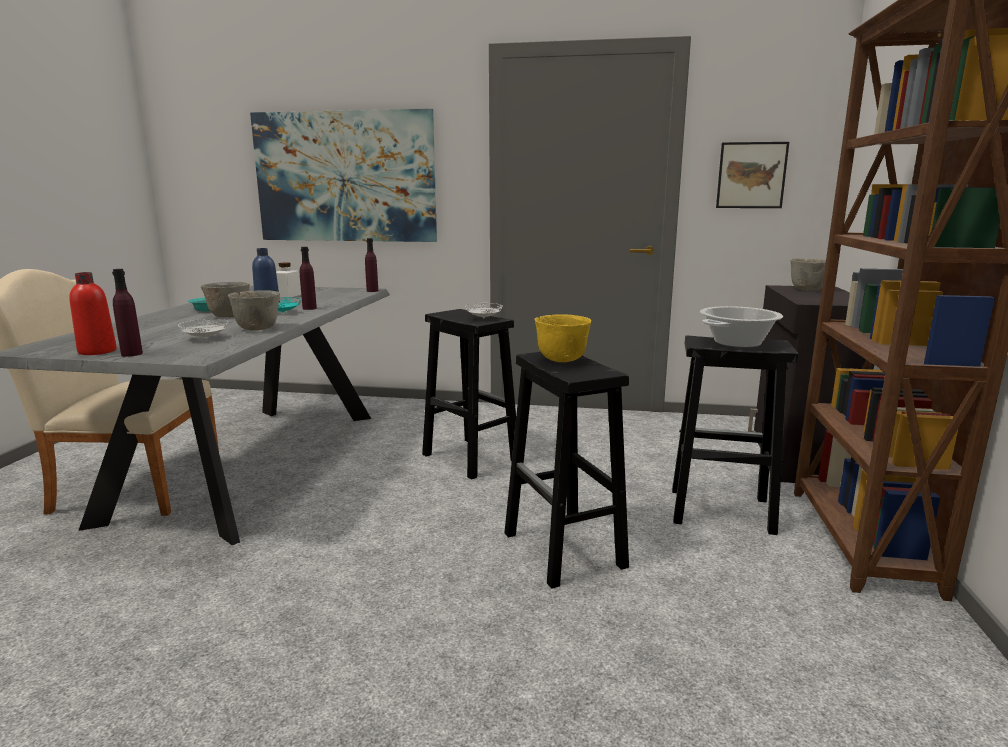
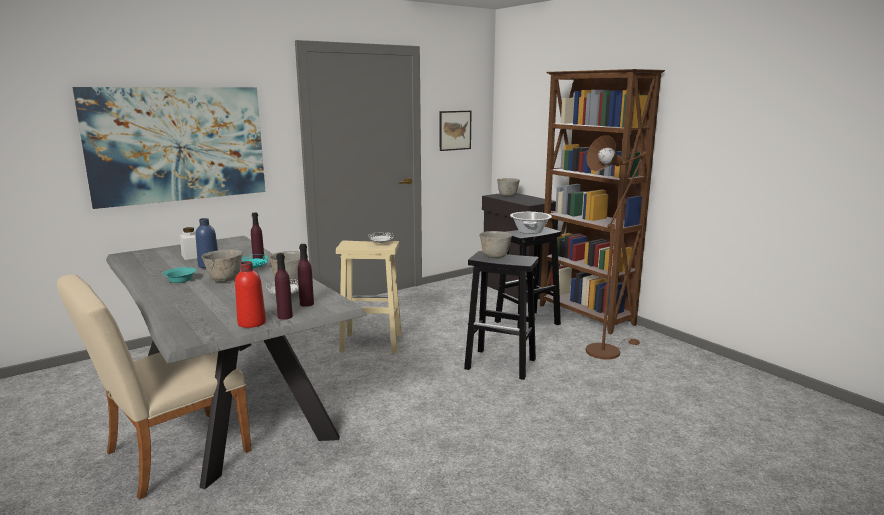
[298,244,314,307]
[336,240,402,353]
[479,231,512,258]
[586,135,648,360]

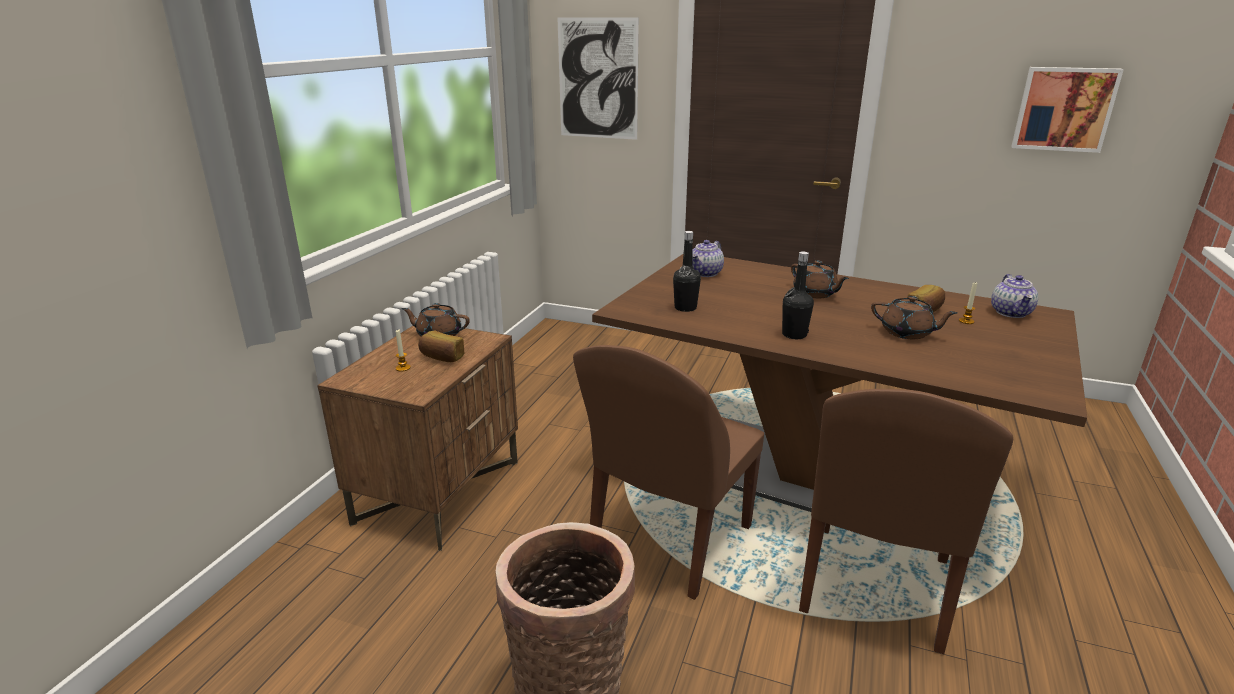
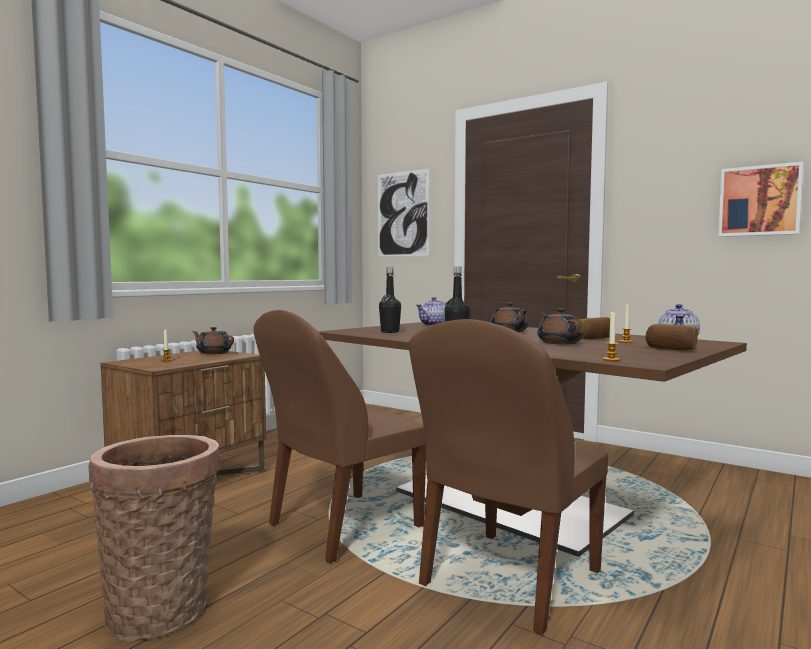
[537,308,584,345]
[603,312,620,361]
[645,324,698,351]

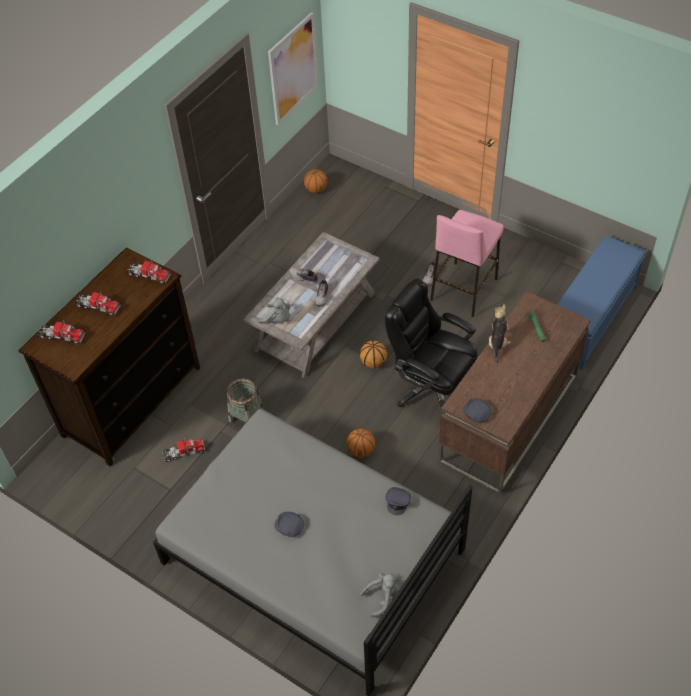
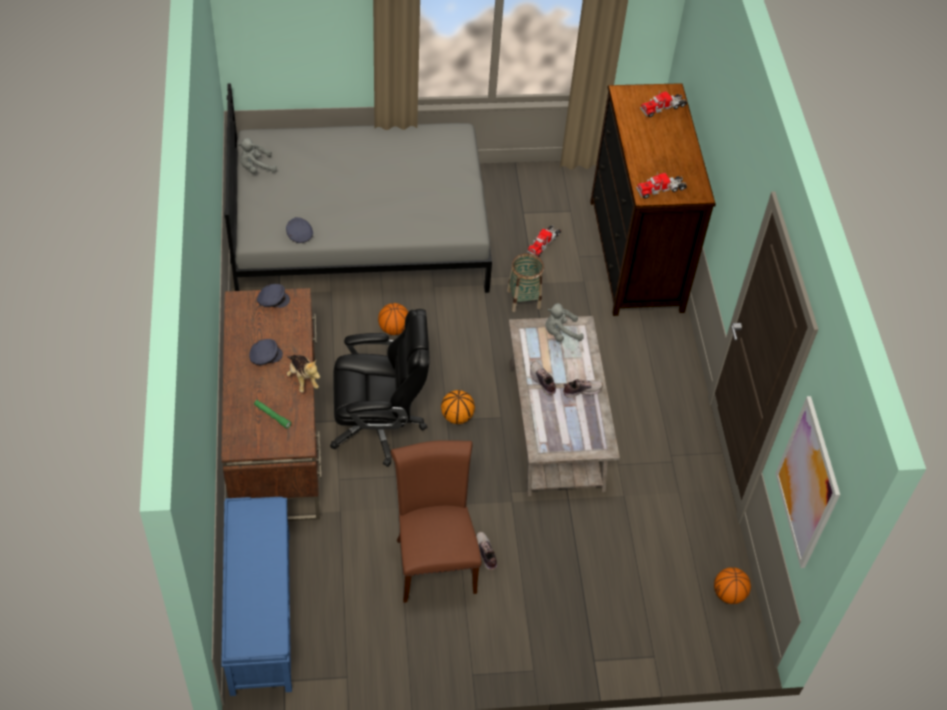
[238,138,277,174]
[249,339,283,366]
[391,440,482,603]
[75,292,120,316] (first image)

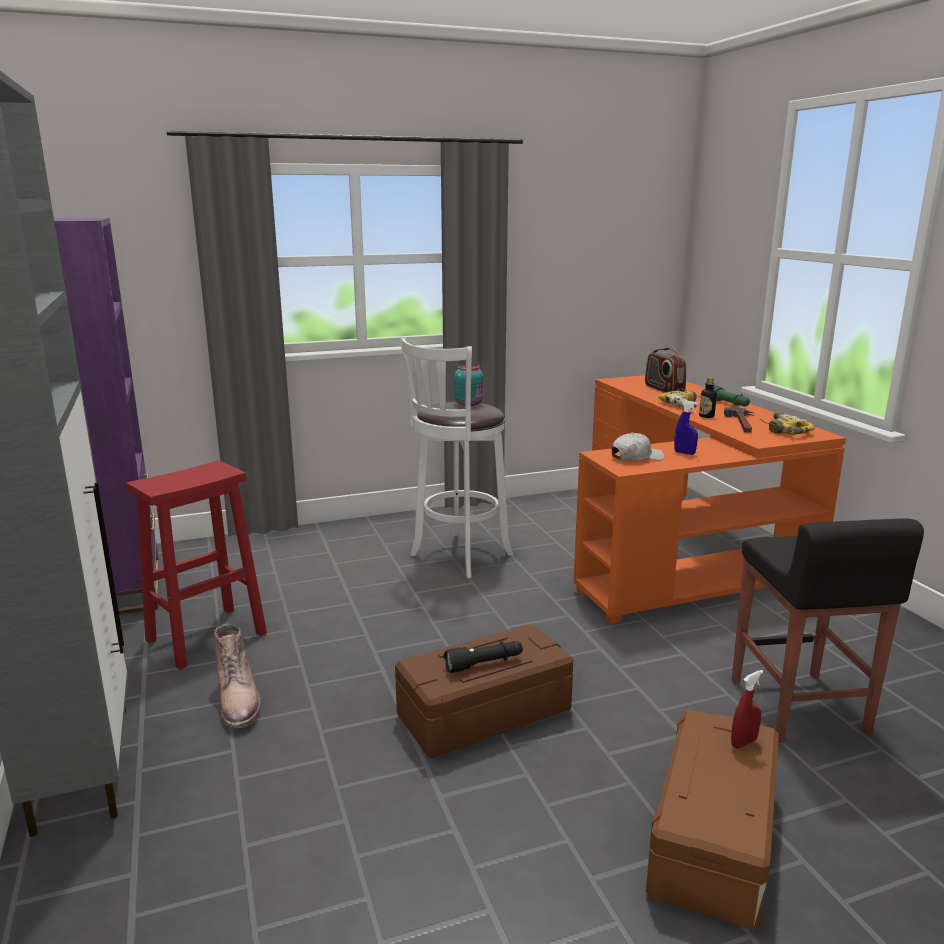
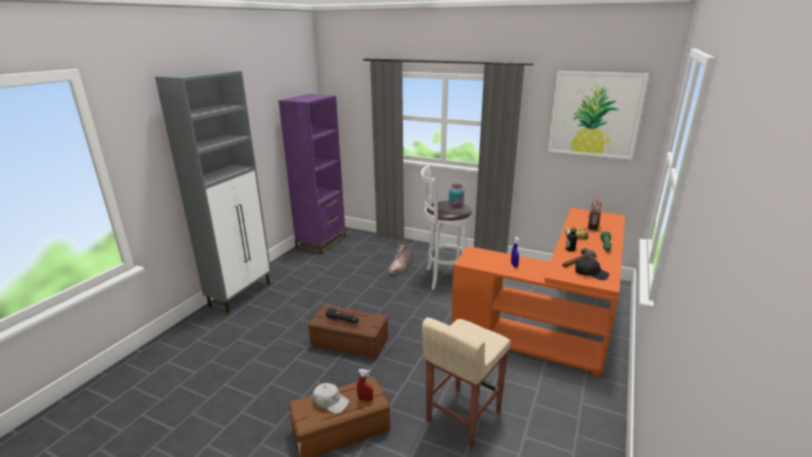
[312,383,350,414]
[388,241,410,274]
[422,317,511,448]
[548,71,649,160]
[575,258,609,280]
[126,461,267,670] (first image)

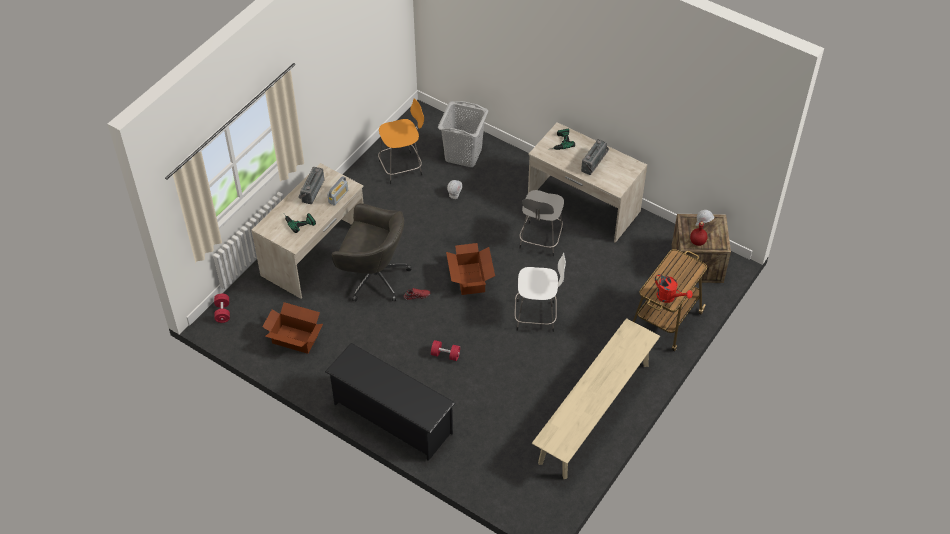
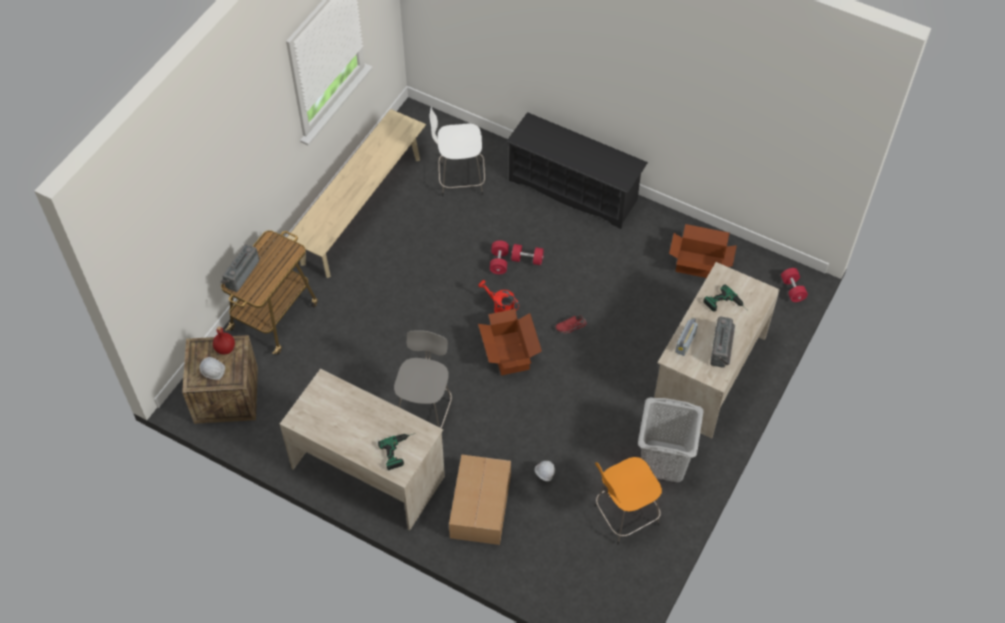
[221,244,259,292]
[429,107,485,197]
[449,454,511,545]
[478,280,520,313]
[490,240,509,274]
[638,397,704,482]
[332,203,411,302] (first image)

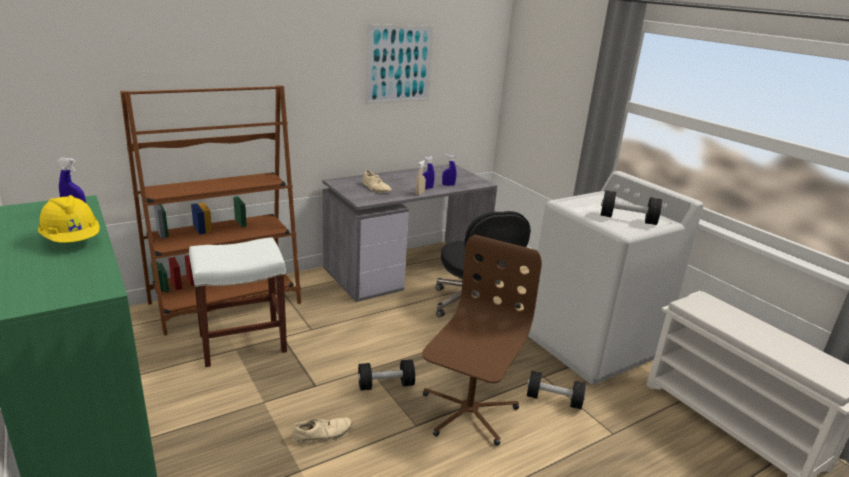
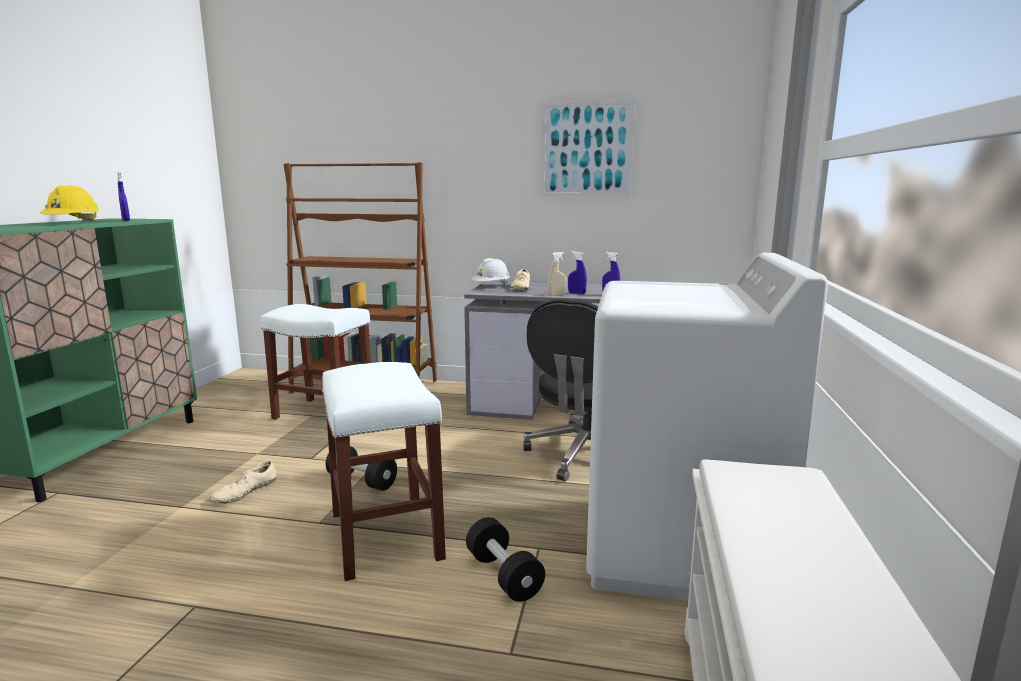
[210,461,277,503]
[322,362,446,581]
[471,258,510,284]
[601,190,662,225] (first image)

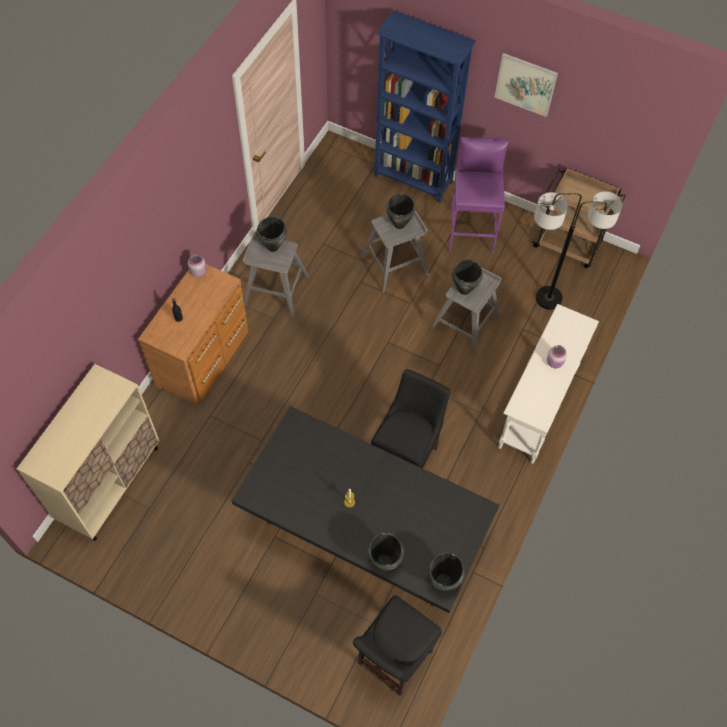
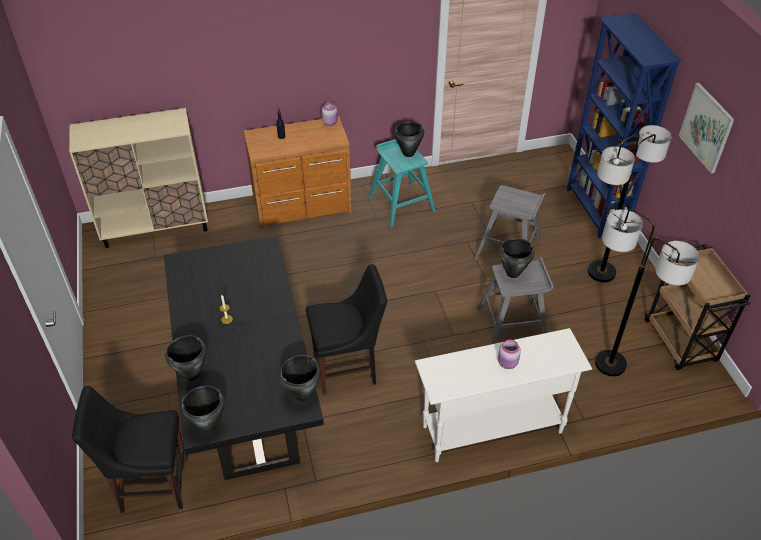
[279,355,320,401]
[369,139,436,227]
[588,125,672,282]

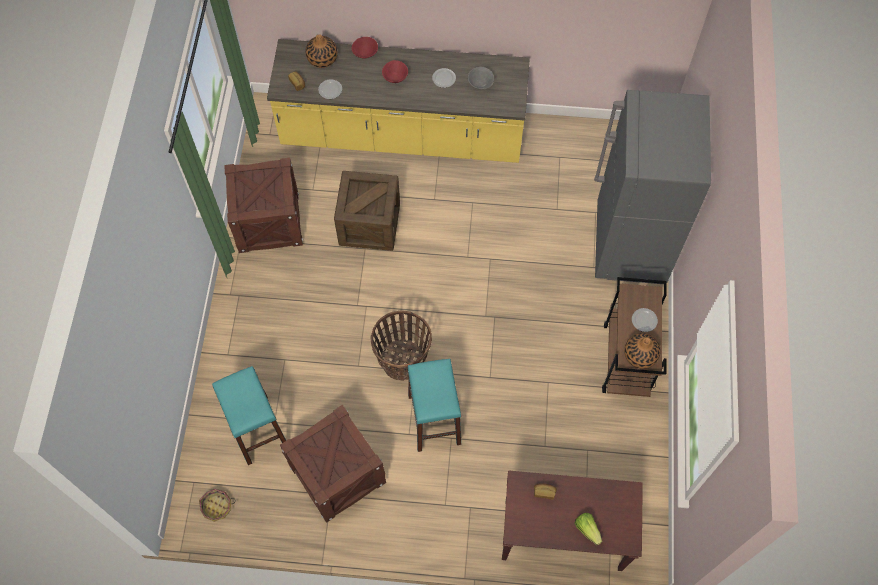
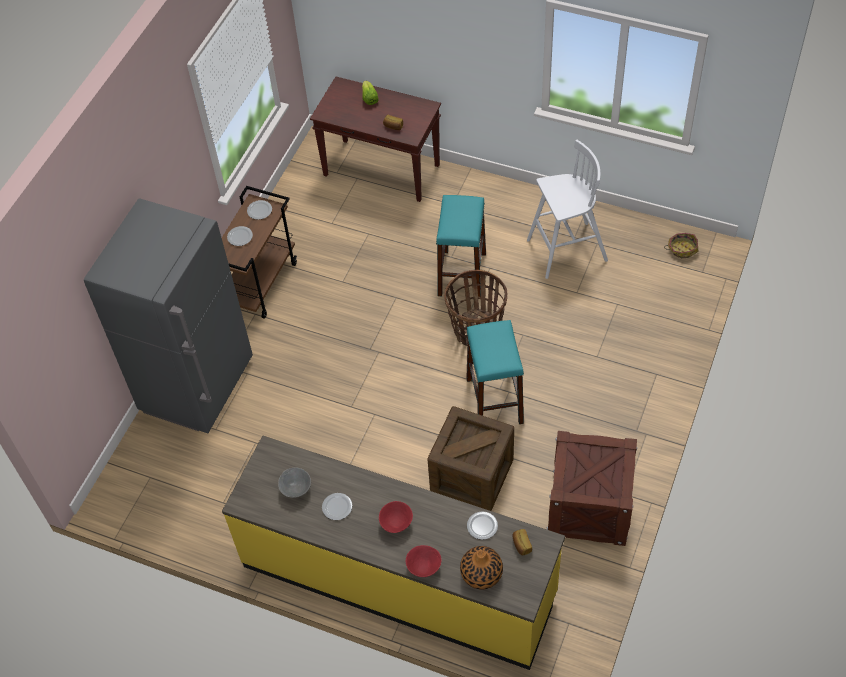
[247,200,272,220]
[466,320,524,424]
[527,140,608,279]

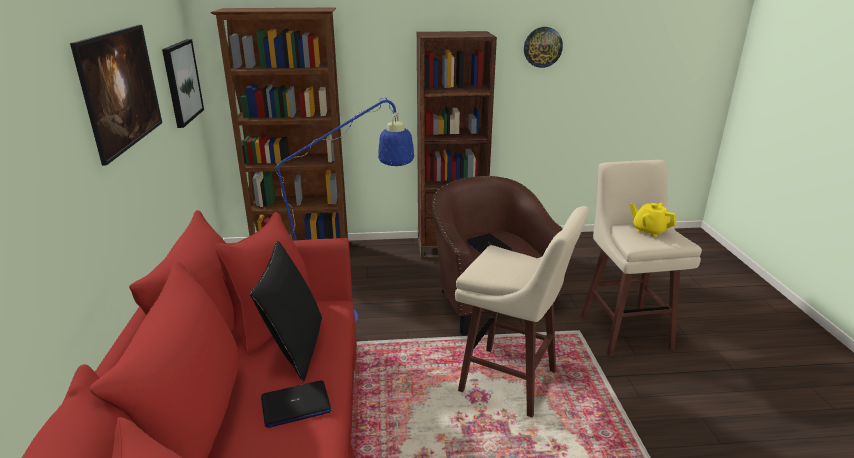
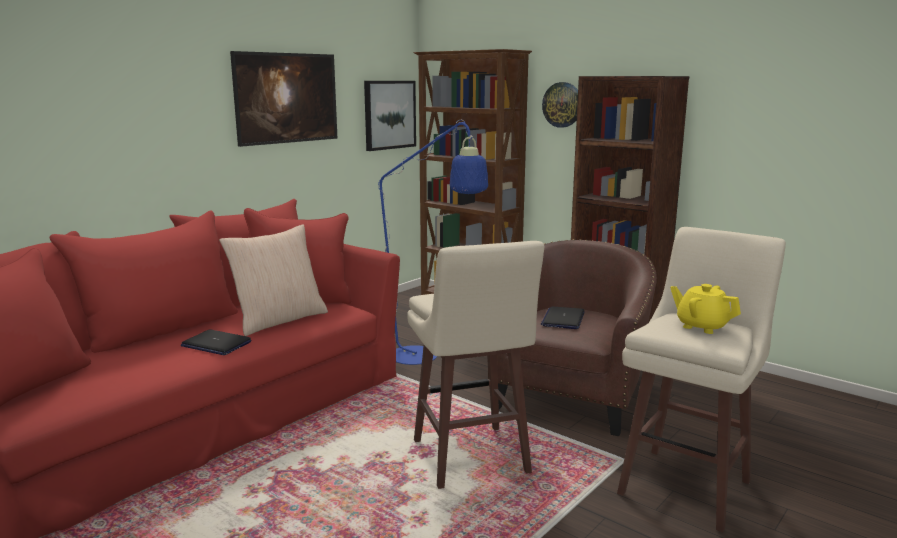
[219,224,328,336]
[542,82,578,128]
[670,284,741,334]

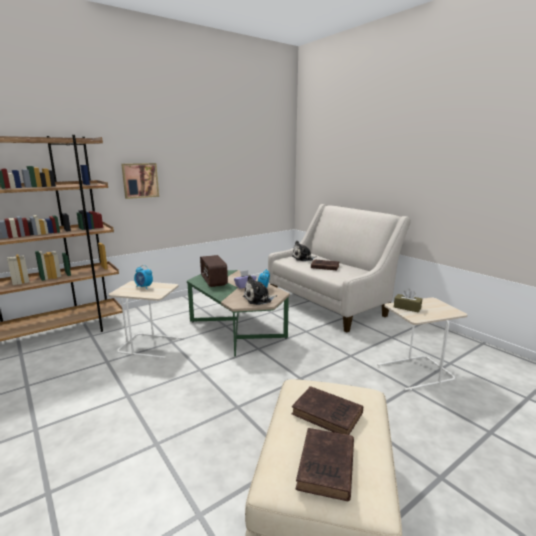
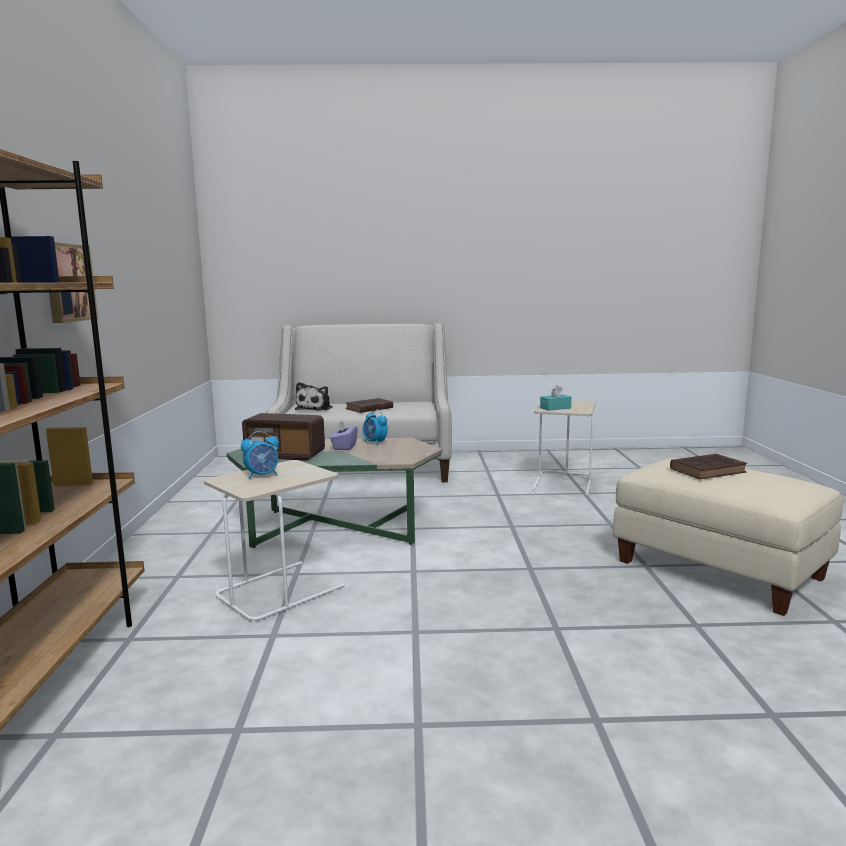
[540,385,572,411]
[243,275,277,305] (first image)
[296,428,354,502] (first image)

